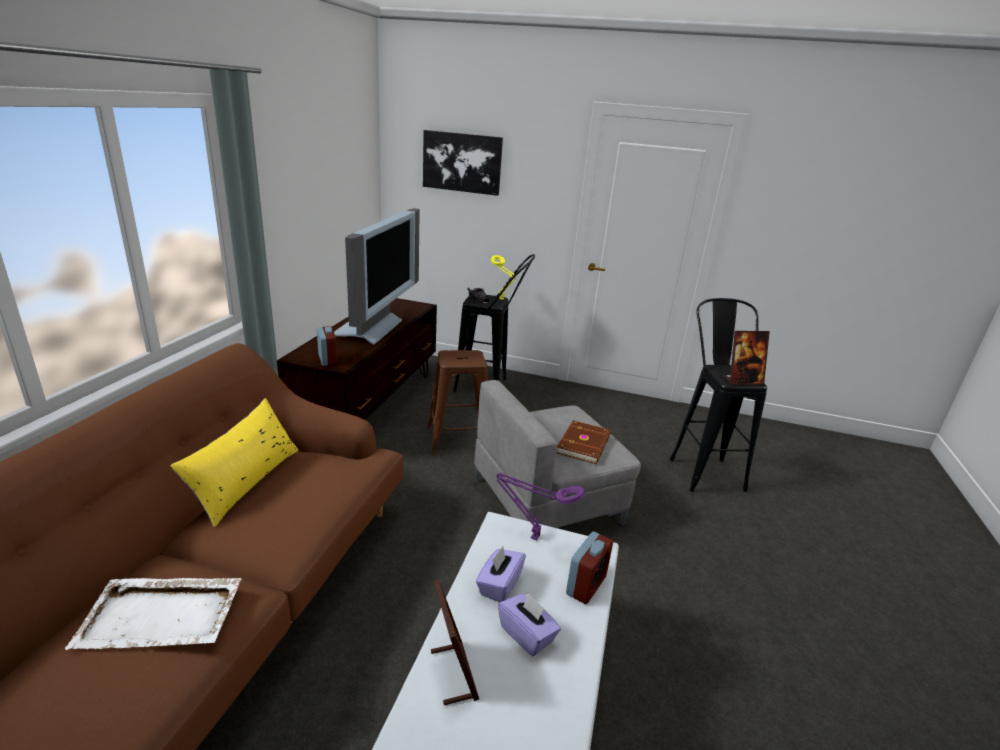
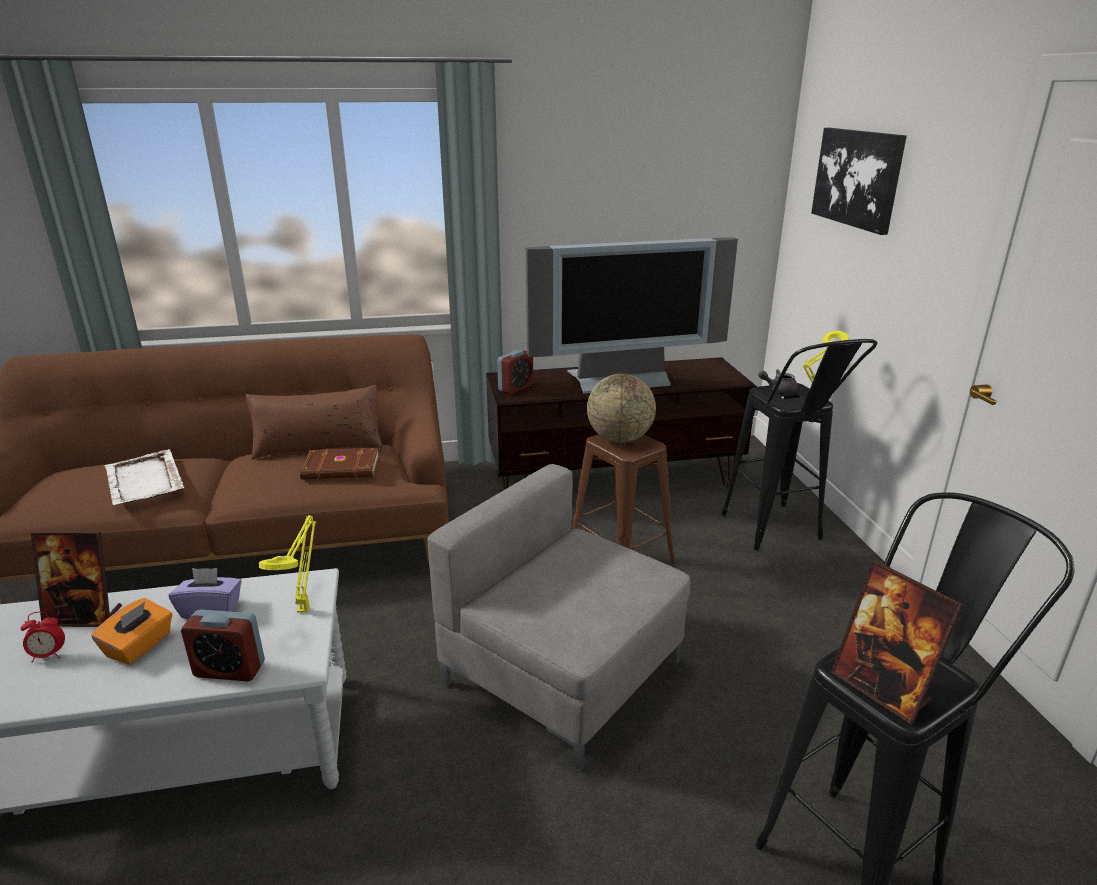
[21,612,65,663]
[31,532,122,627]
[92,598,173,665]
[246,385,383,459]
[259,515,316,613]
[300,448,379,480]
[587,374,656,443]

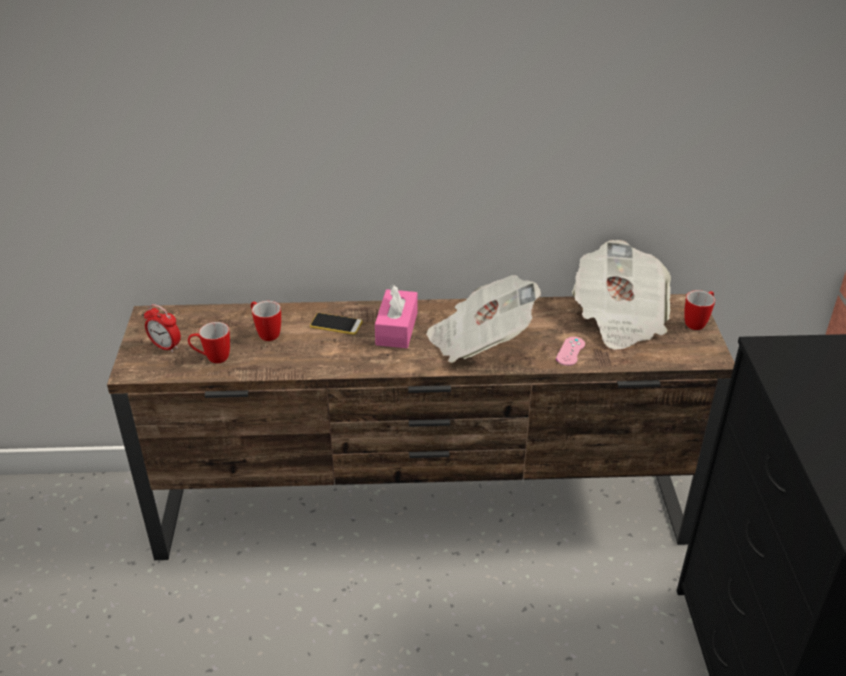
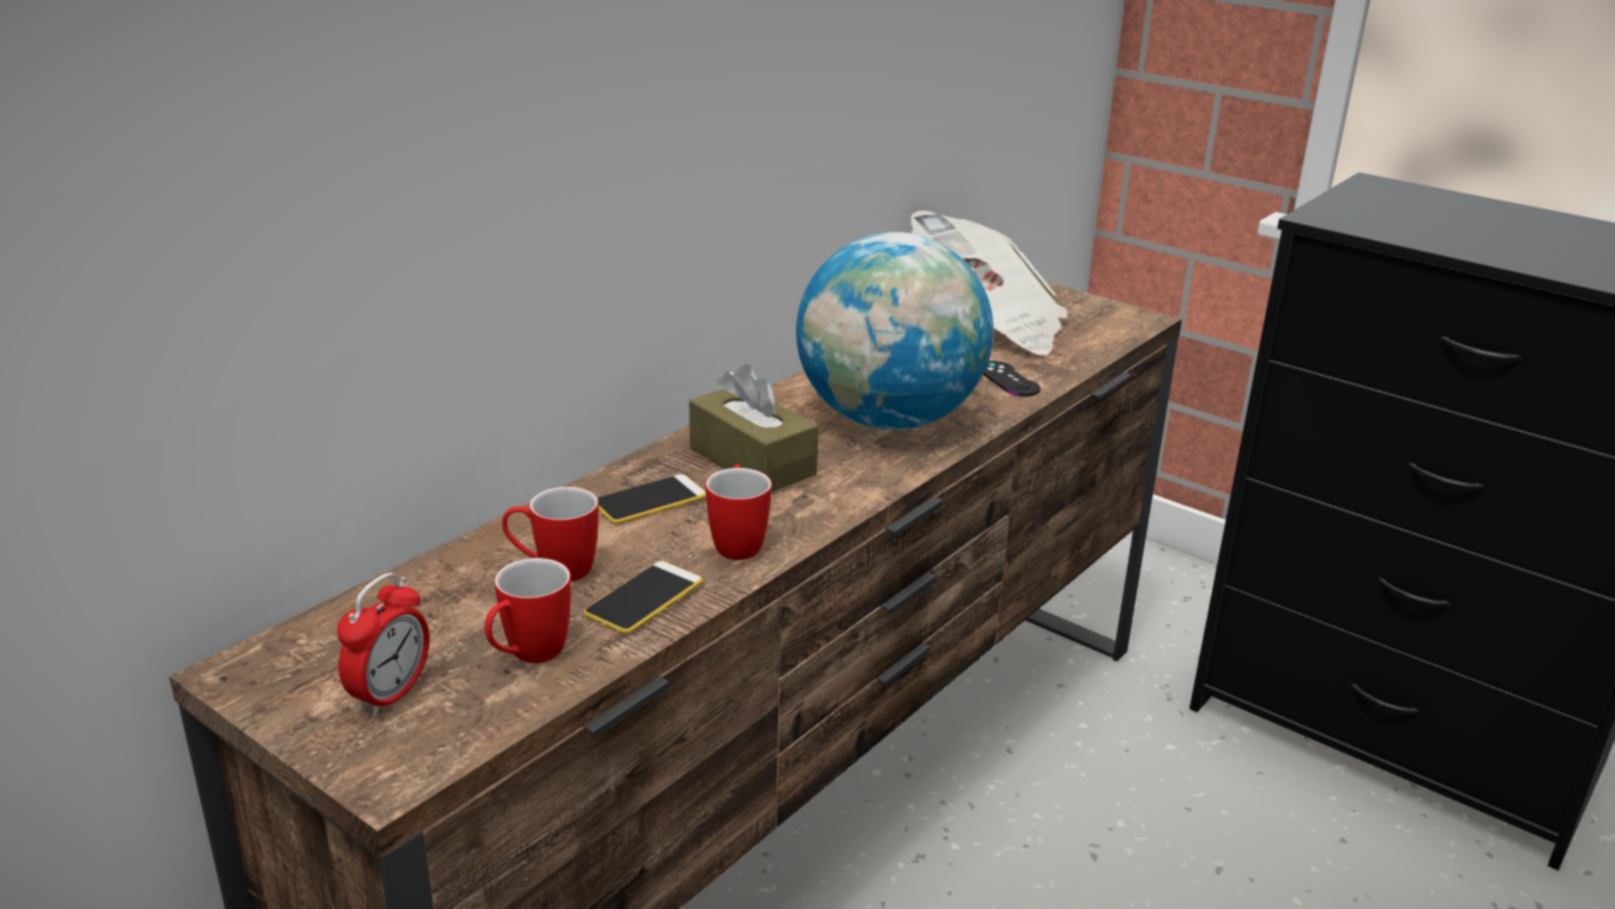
[337,573,430,717]
[583,561,703,634]
[689,364,819,492]
[706,464,772,560]
[796,232,994,430]
[983,361,1040,397]

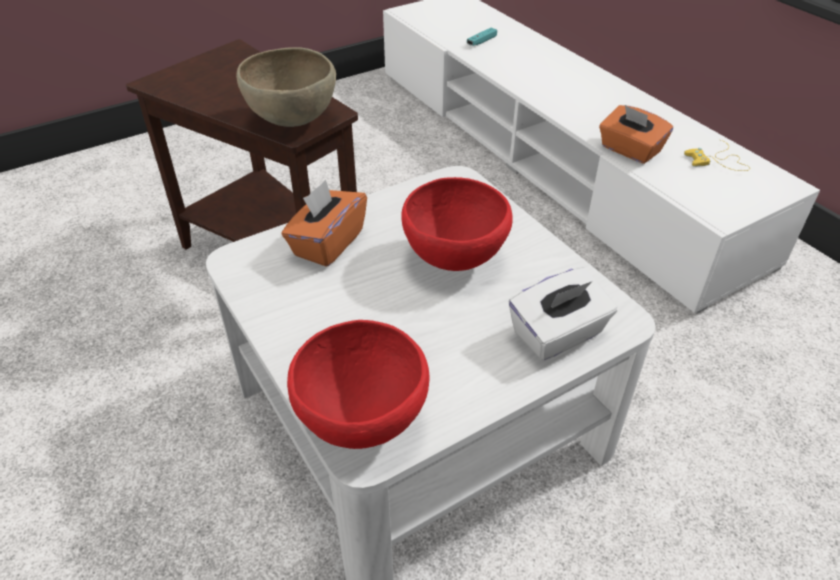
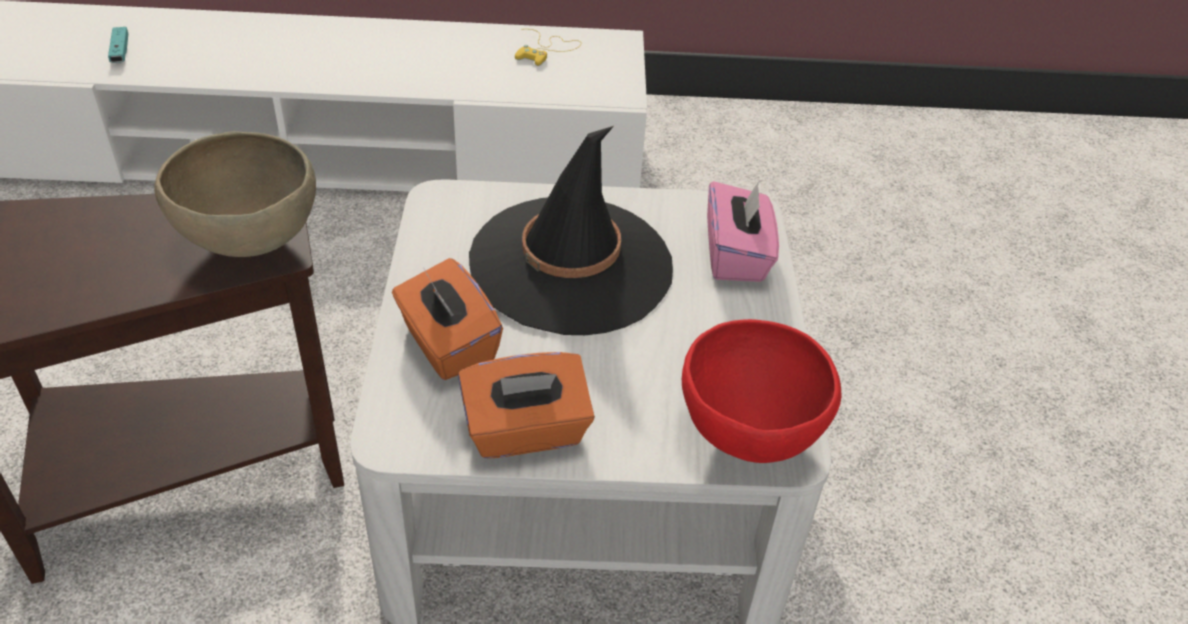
[458,352,595,459]
[469,126,673,335]
[707,181,779,282]

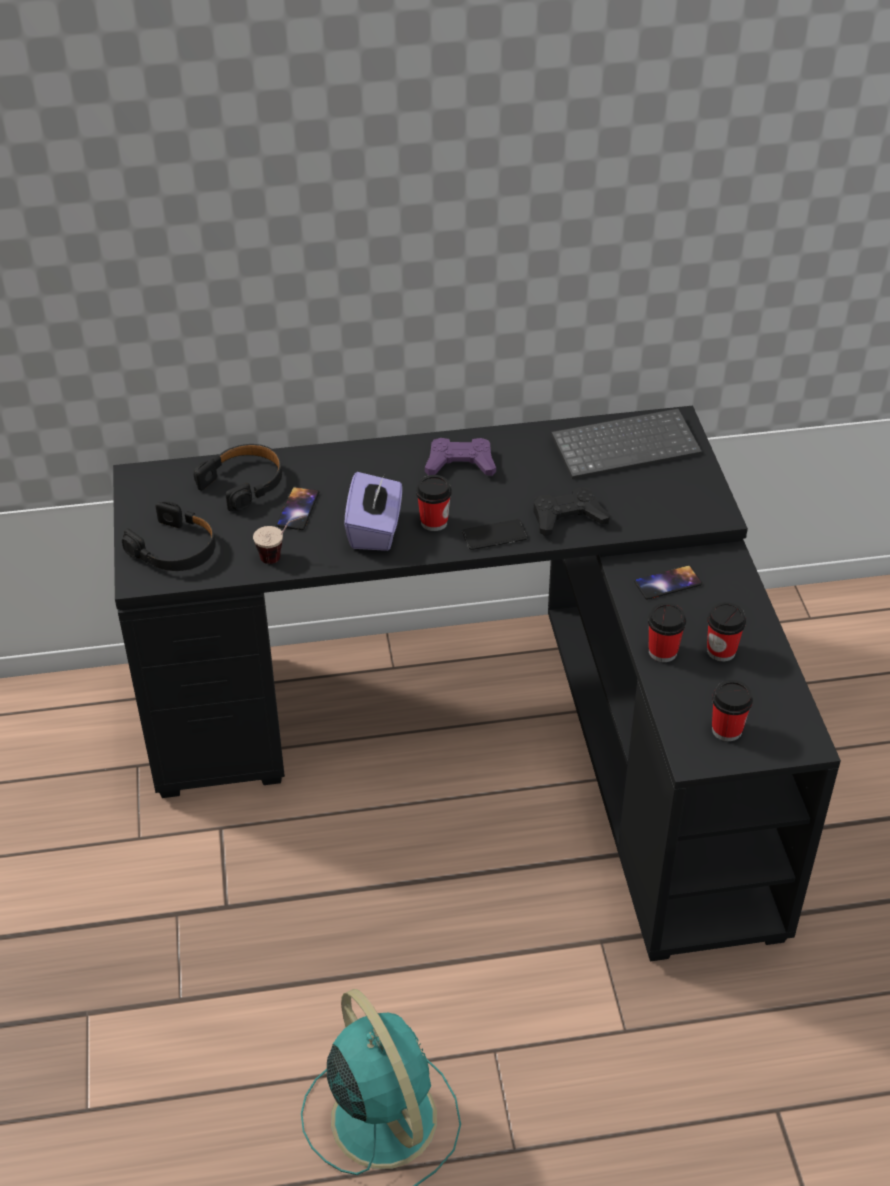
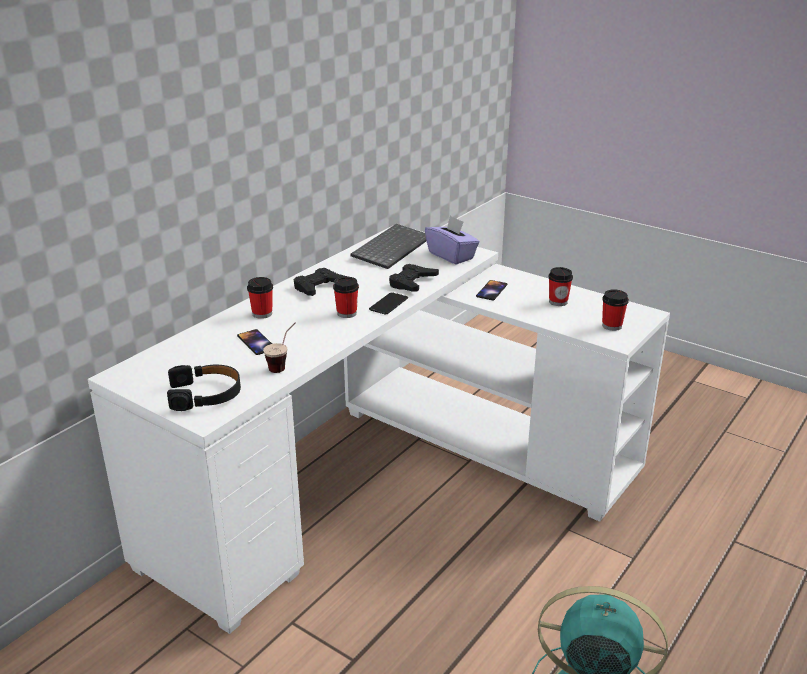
[88,226,670,634]
[247,277,273,319]
[294,268,347,296]
[425,215,480,265]
[194,444,282,512] (first image)

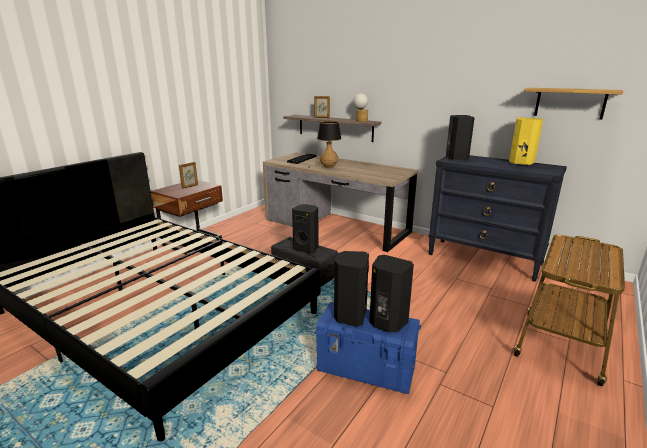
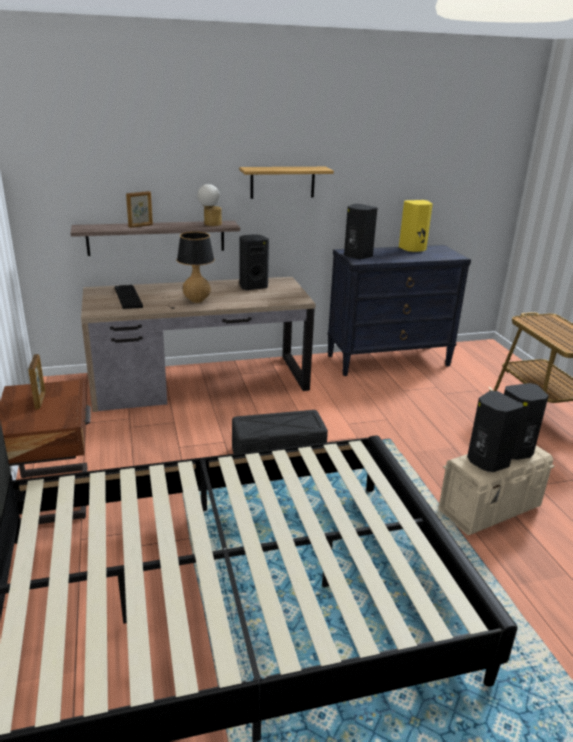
[239,167,334,199]
[239,234,269,290]
[439,446,555,535]

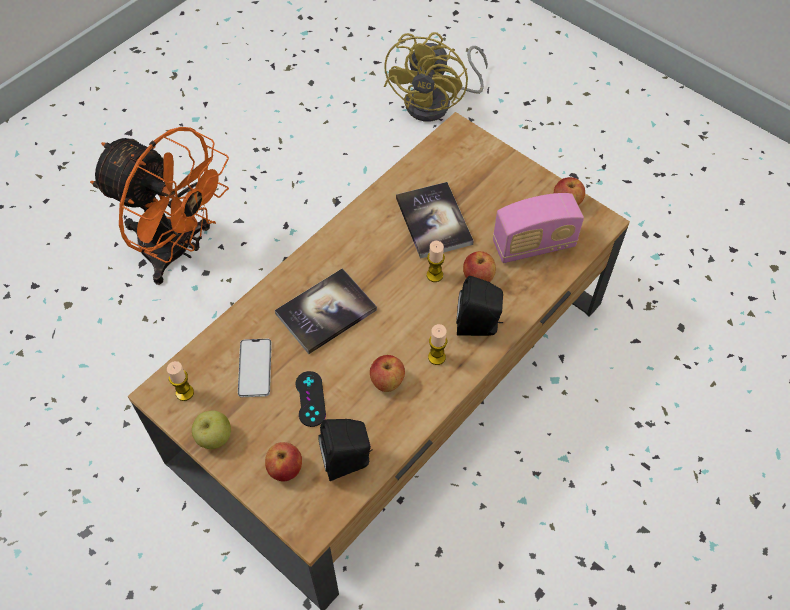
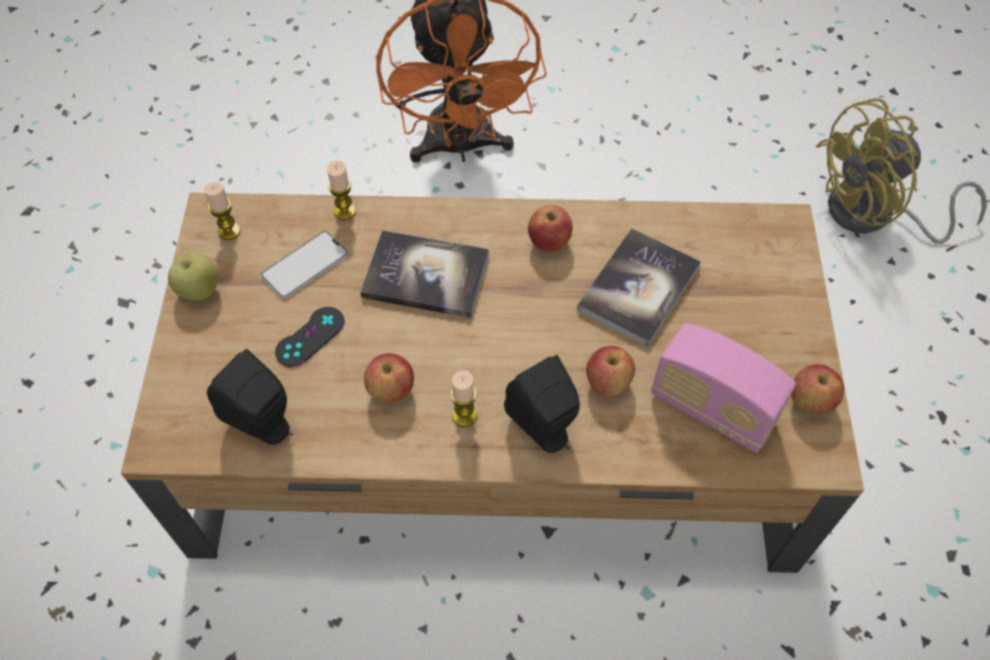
[327,160,356,220]
[528,205,573,252]

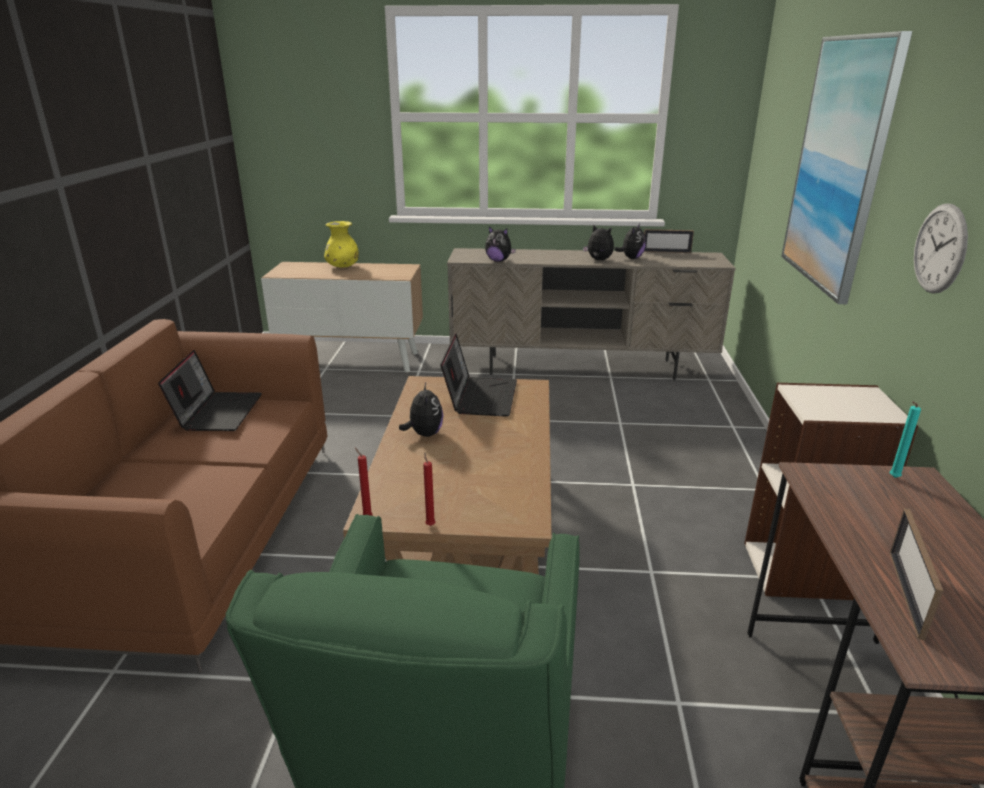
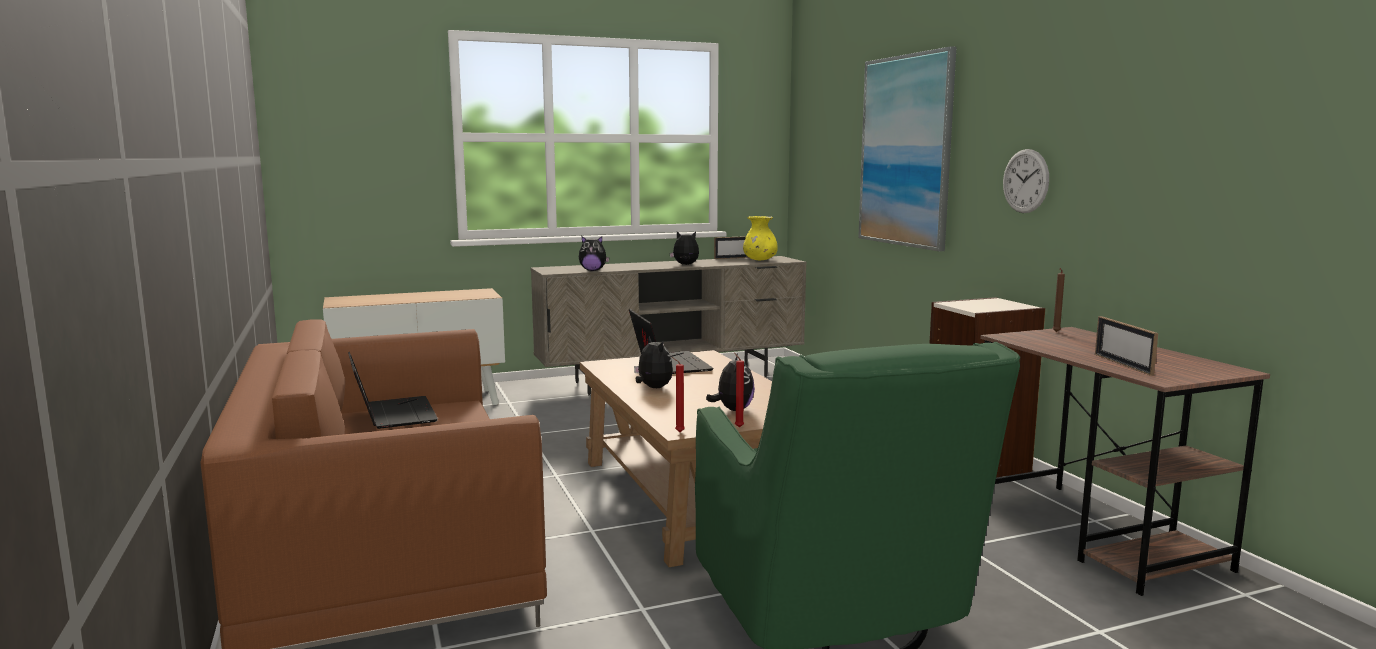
[706,353,755,411]
[743,216,778,260]
[1052,268,1065,332]

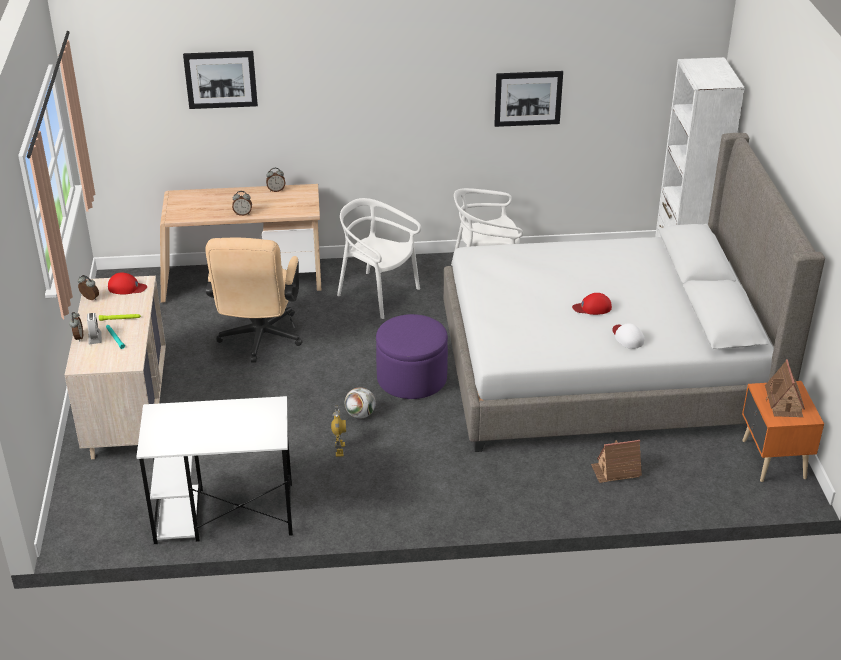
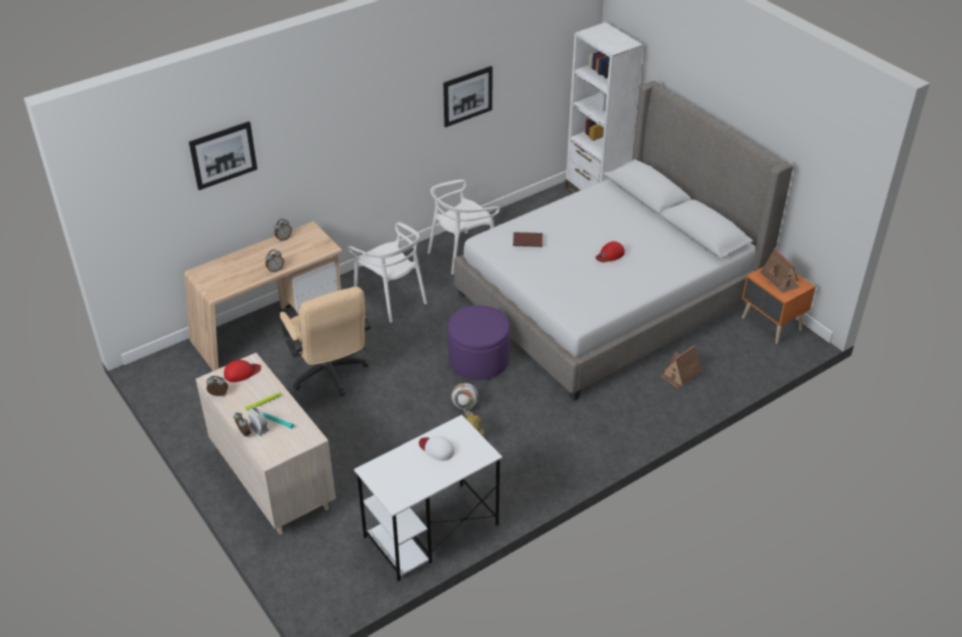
[347,222,427,323]
[419,436,455,461]
[513,232,543,247]

